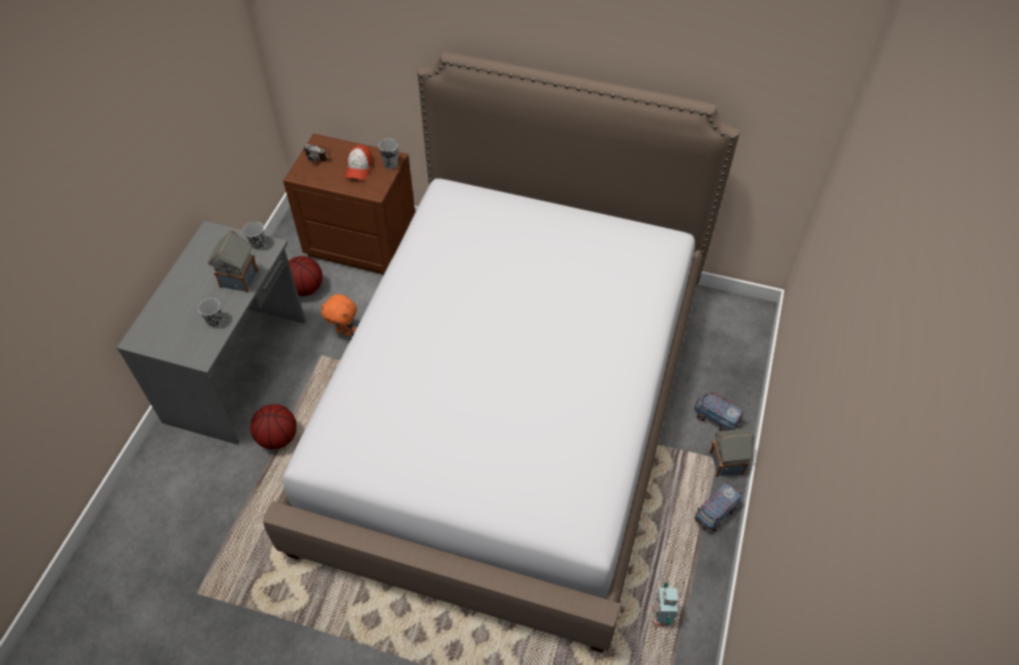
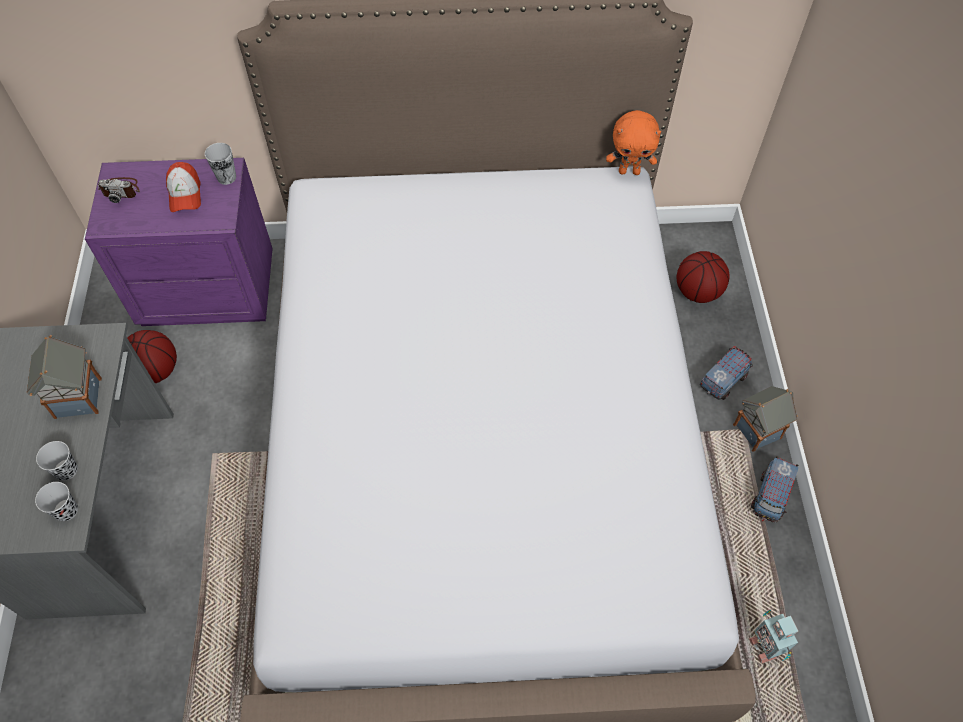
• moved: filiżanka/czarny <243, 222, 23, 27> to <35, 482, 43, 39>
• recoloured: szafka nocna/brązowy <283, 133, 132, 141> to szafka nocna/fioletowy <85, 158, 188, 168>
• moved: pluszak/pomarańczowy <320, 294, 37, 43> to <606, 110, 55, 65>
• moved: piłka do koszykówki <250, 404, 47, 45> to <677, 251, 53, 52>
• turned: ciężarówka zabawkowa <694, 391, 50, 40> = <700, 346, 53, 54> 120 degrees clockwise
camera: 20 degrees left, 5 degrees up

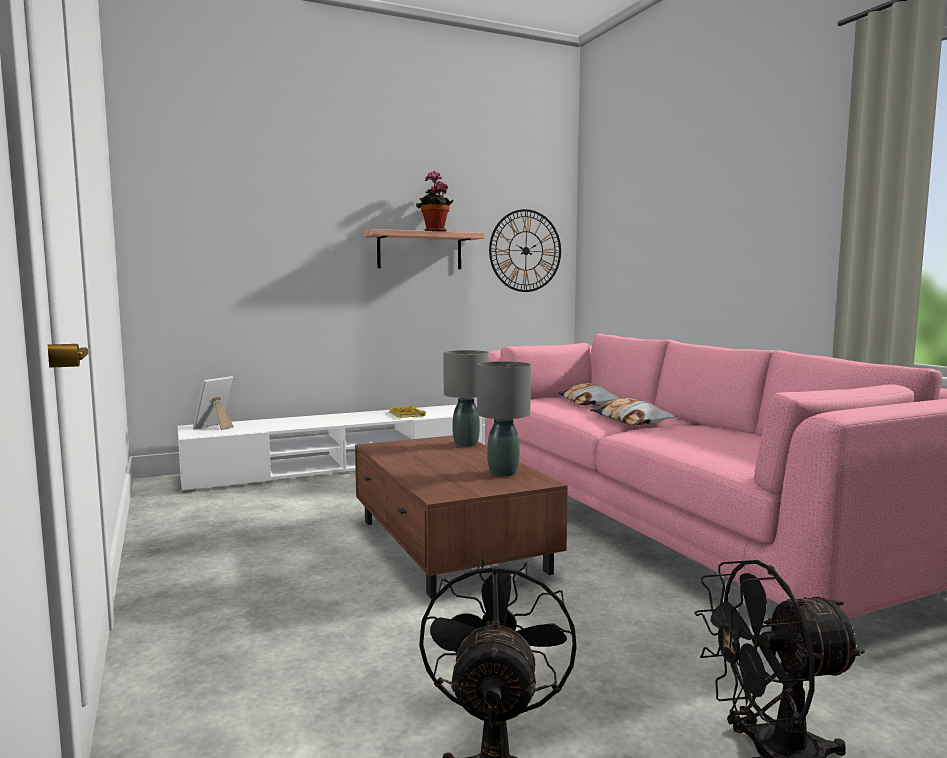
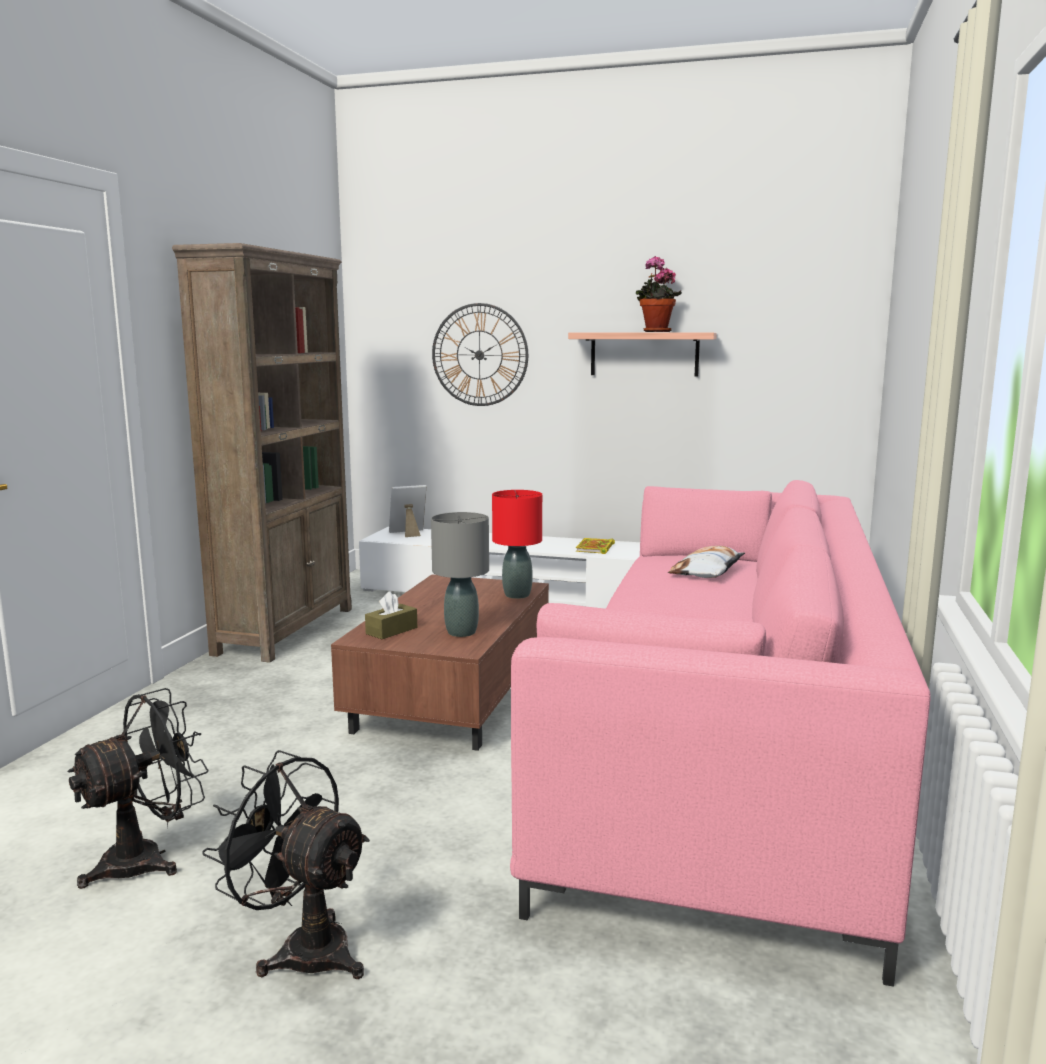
• added: regał/brązowy <172, 243, 180, 420>
• added: pudełko chusteczek/brązowy <365, 591, 52, 48>
• moved: zegar ścienny <489, 209, 72, 83> to <432, 303, 96, 103>
• recoloured: lampa stołowa/szary <443, 350, 46, 97> to lampa stołowa/czerwony <492, 490, 50, 109>
• removed: poduszka <590, 398, 85, 27>
camera: 40 degrees right, 5 degrees up

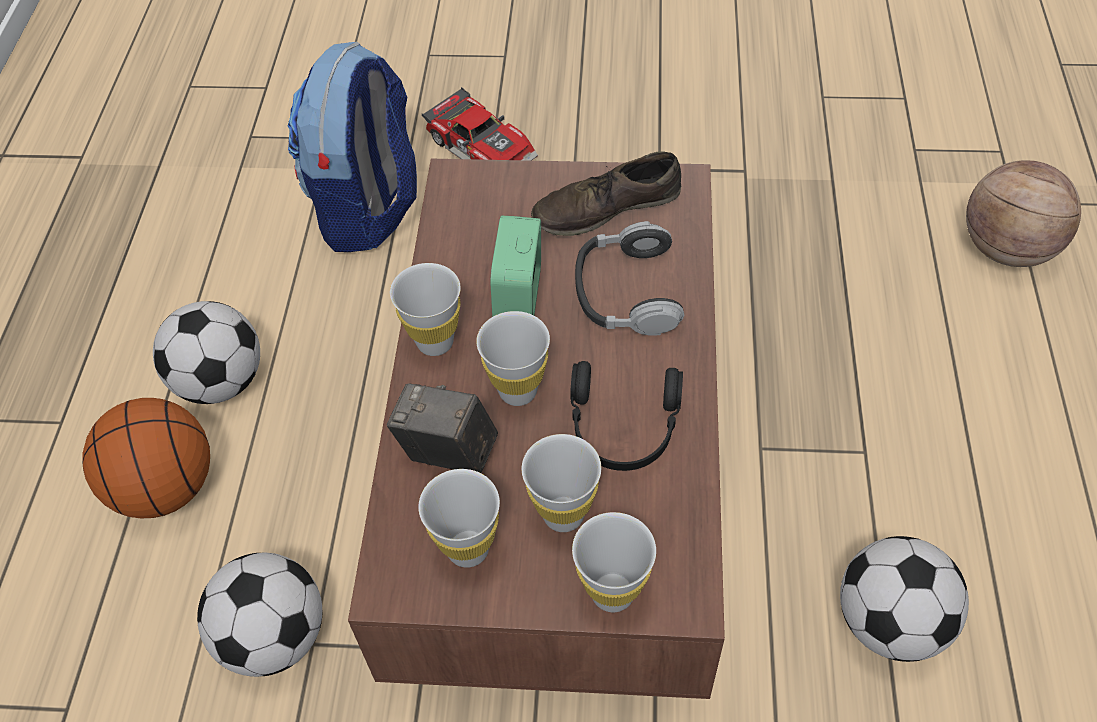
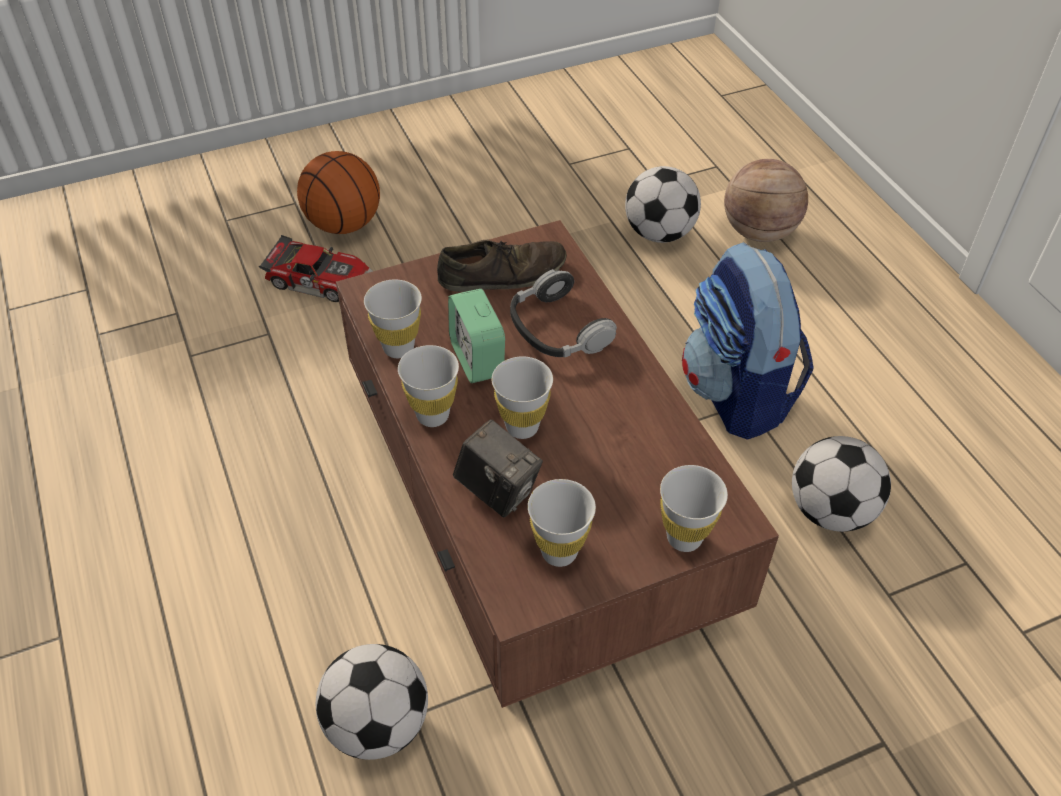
• moved: piłka do koszykówki <82, 398, 128, 120> to <297, 151, 83, 83>
• moved: filiżanka/biały <522, 434, 79, 98> to <364, 279, 58, 79>
• turned: but/brązowy <531, 151, 150, 85> = <437, 240, 130, 52> 150 degrees counterclockwise
• turned: aparat fotograficzny <387, 383, 111, 90> = <453, 420, 90, 97> 135 degrees counterclockwise
• moved: piłka futbolowa <153, 301, 107, 103> to <625, 166, 76, 77>
• moved: plecak <287, 41, 130, 211> to <682, 242, 131, 198>
• removed: słuchawki/czarny <570, 361, 113, 110>
camera: 30 degrees left, 5 degrees down

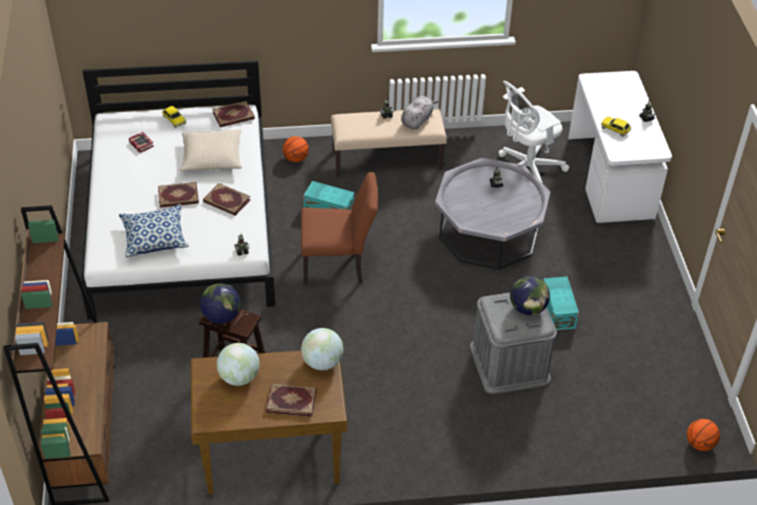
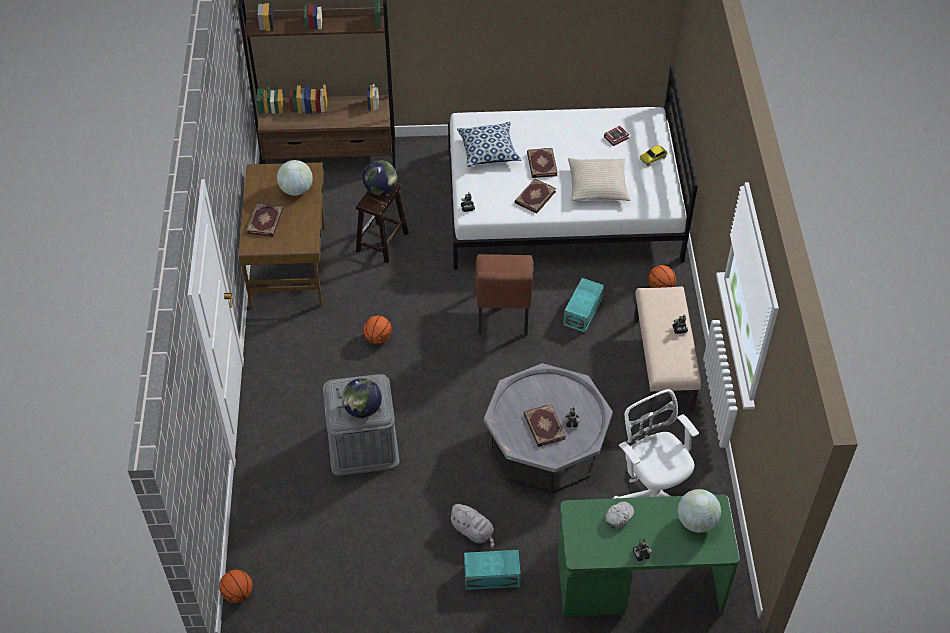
• added: piłka do koszykówki <363, 316, 29, 28>
• moved: pluszak/szary <401, 96, 38, 33> to <448, 504, 46, 45>
• moved: pojemnik do przechowywania/turkusowy <543, 276, 36, 54> to <464, 550, 57, 40>
• moved: książka <212, 101, 43, 26> to <524, 404, 42, 43>
• recoloured: biurko/biały <568, 71, 104, 153> to biurko/zielony <558, 495, 182, 122>
• replaced: samochodzik <601, 116, 30, 21> to czapka z daszkiem/biały <605, 502, 29, 27>
• moved: globus <301, 328, 43, 42> to <678, 489, 43, 44>
camera: 95 degrees right, 5 degrees up

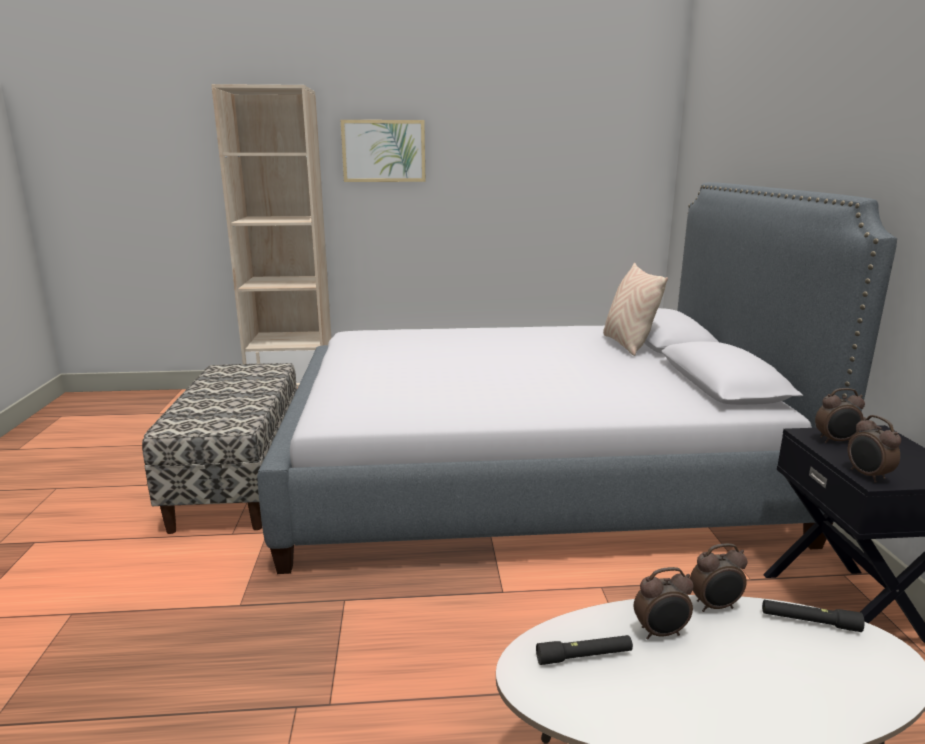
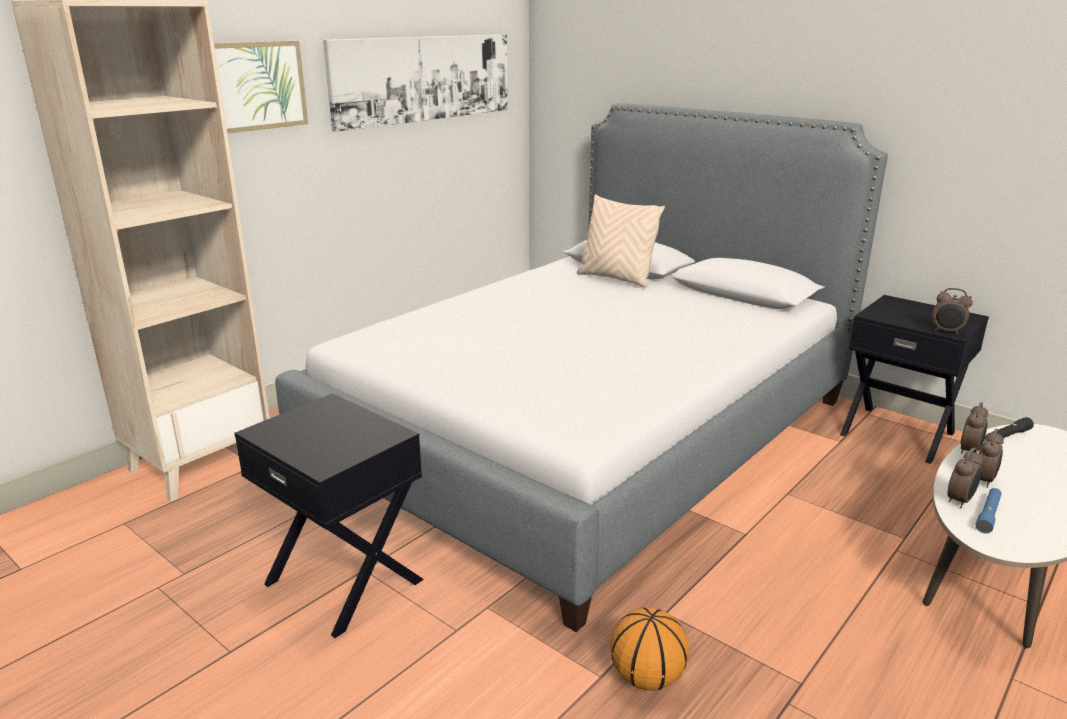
• replaced: ławka <142, 363, 155, 171> to szafka nocna/czarny <235, 393, 189, 245>
• added: obraz <323, 34, 185, 98>
• added: piłka do koszykówki <610, 607, 79, 83>
• moved: budzik <815, 388, 50, 55> to <947, 447, 36, 61>
• recoloured: latarka/czarny <536, 635, 97, 30> to latarka/niebieski <975, 488, 27, 46>
camera: 45 degrees left, 5 degrees up

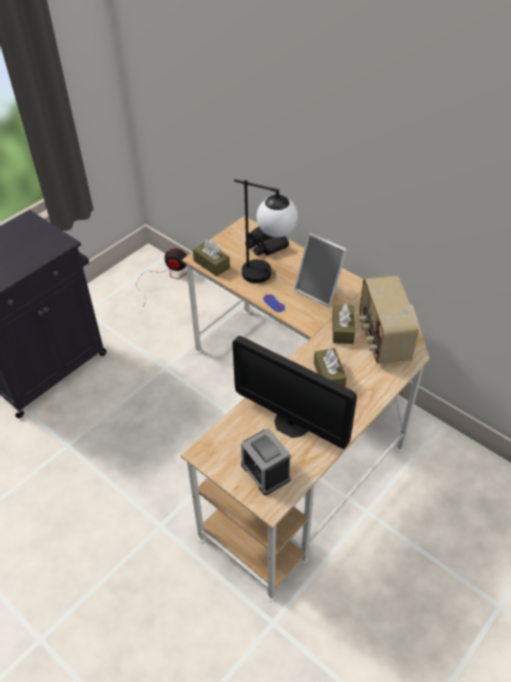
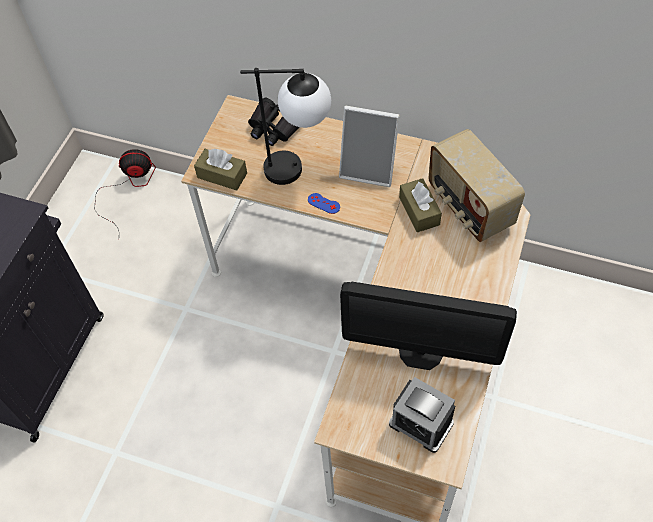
• removed: pudełko chusteczek/brązowy <314, 348, 33, 39>
camera: 20 degrees left, 10 degrees up

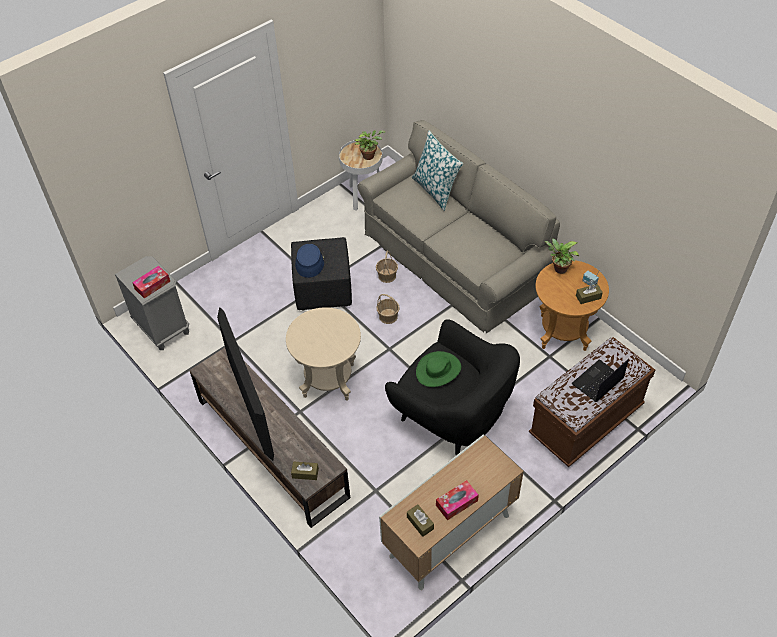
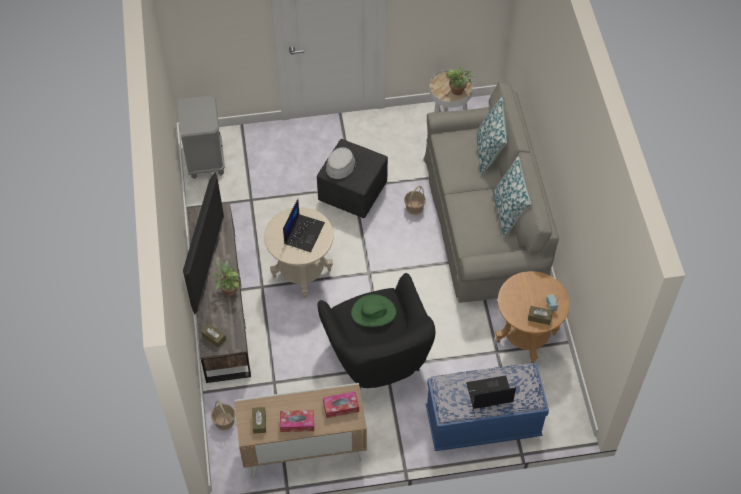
• moved: koszyk <377, 294, 23, 30> to <211, 400, 24, 30>
• moved: roślina doniczkowa <545, 238, 34, 36> to <213, 260, 27, 36>
• added: laptop <283, 199, 42, 53>
• moved: pudełko chusteczek <132, 266, 38, 32> to <323, 391, 36, 27>
• recoloured: kapelusz/niebieski <295, 243, 29, 35> to kapelusz/szary <326, 147, 34, 32>
• recoloured: ławka/brązowy <529, 337, 126, 130> to ławka/niebieski <426, 363, 123, 88>
• added: poduszka <492, 156, 39, 83>
camera: 30 degrees right, 5 degrees up

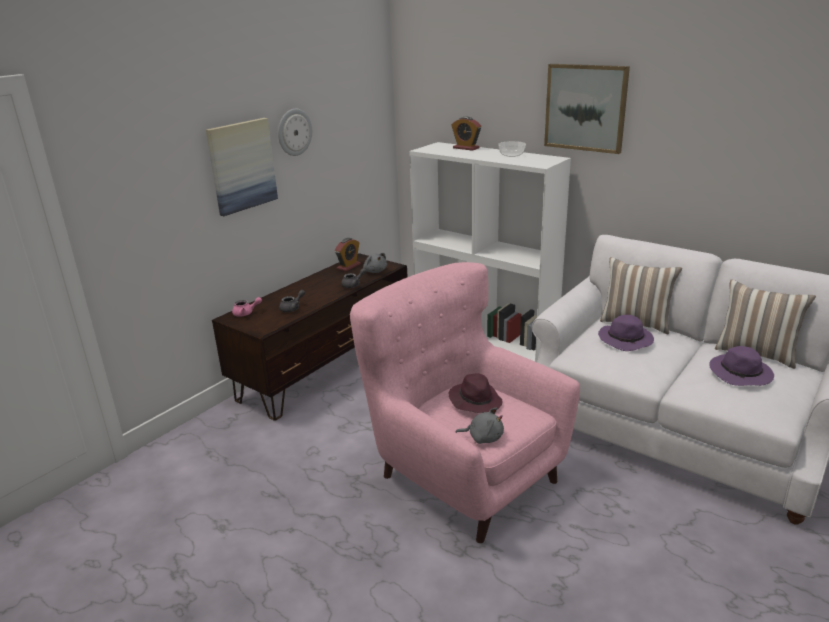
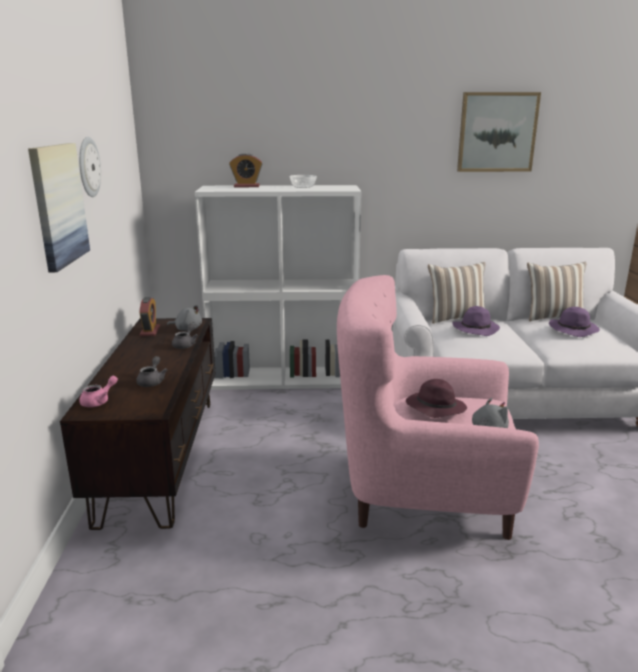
• moved: obraz <544, 64, 86, 90> to <457, 92, 84, 80>
camera: 40 degrees left, 5 degrees down

